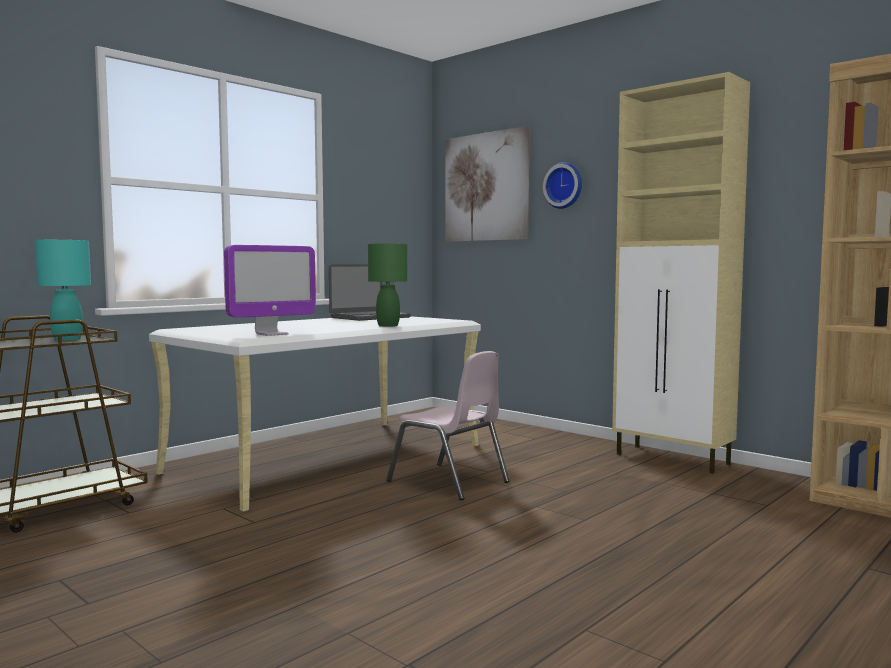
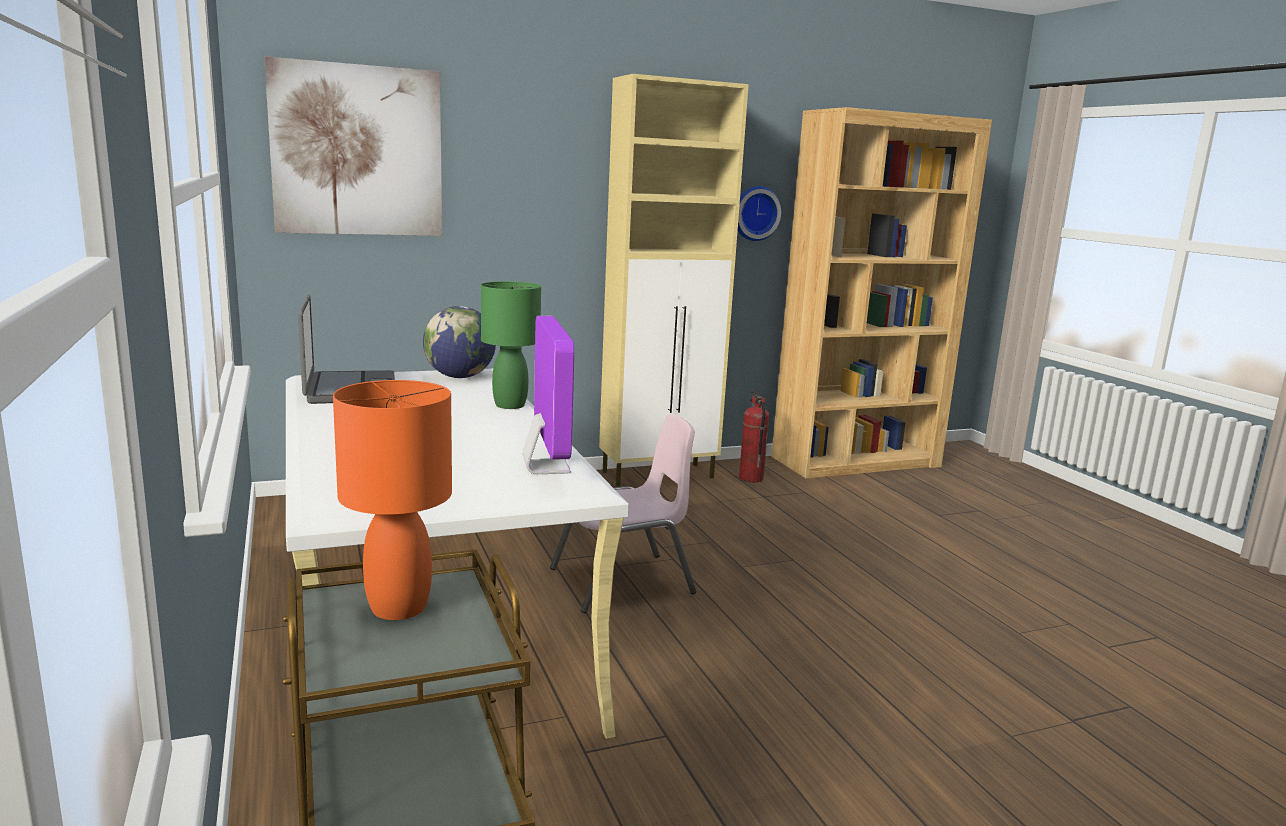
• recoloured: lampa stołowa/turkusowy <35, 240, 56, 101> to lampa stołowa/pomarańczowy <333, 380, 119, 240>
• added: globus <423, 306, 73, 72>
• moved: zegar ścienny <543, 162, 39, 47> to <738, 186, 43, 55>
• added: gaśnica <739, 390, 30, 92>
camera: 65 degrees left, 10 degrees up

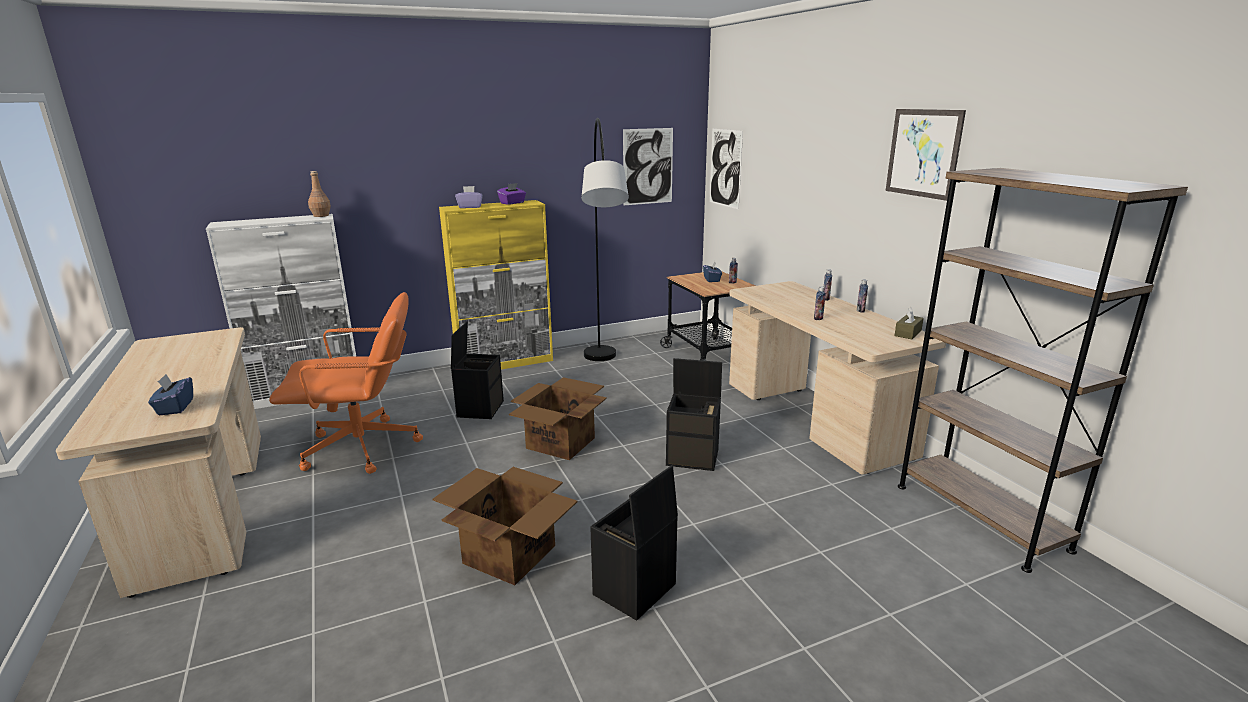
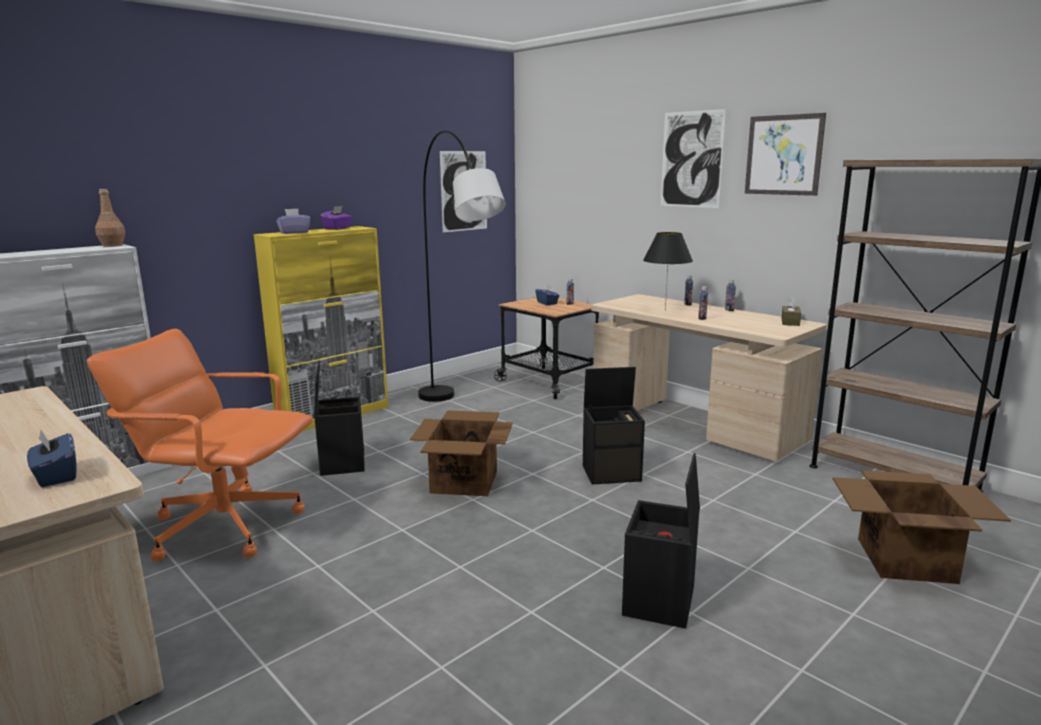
• turned: krzesło biurowe/pomarańczowy <269, 292, 154, 182> = <87, 329, 226, 233> 135 degrees counterclockwise
• added: lampa stołowa/czarny <643, 232, 50, 79>
• moved: obraz <710, 129, 33, 80> to <661, 109, 65, 99>
• moved: karton <432, 467, 146, 118> to <833, 470, 178, 114>
camera: 20 degrees left, 5 degrees down

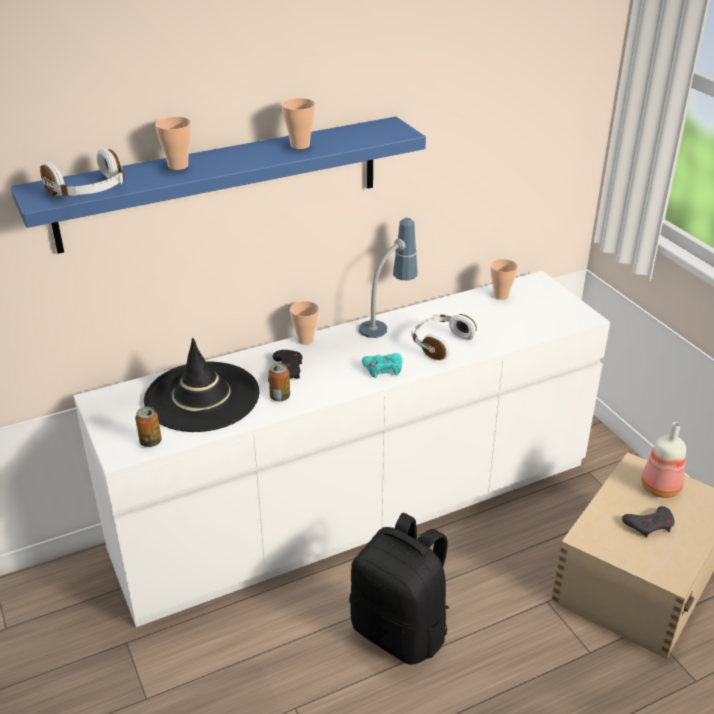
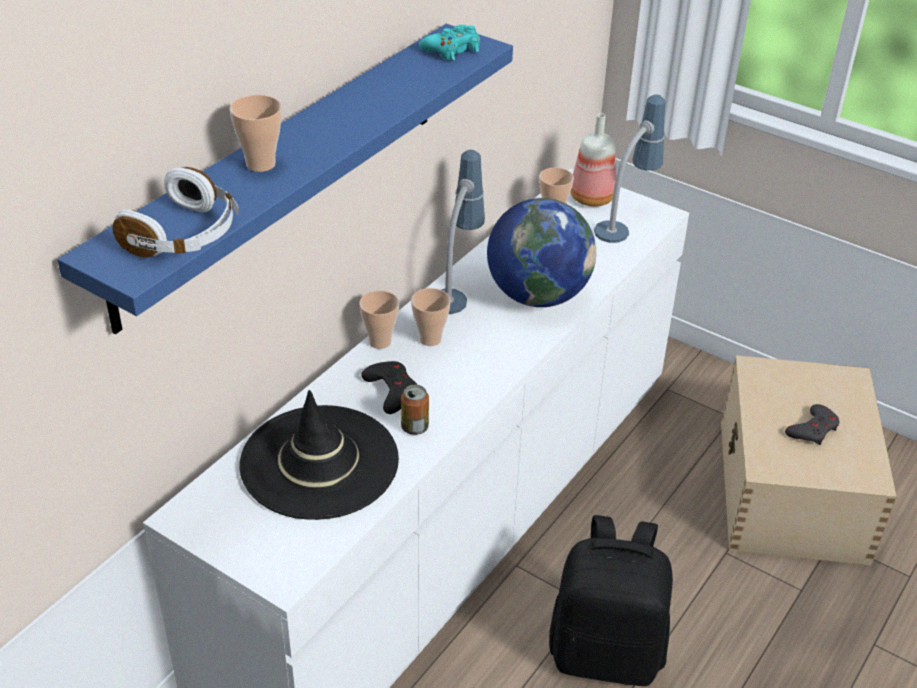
• moved: filiżanka <282, 98, 34, 51> to <411, 288, 40, 58>
• moved: pad do gier/turkusowy <362, 353, 40, 25> to <419, 25, 61, 36>
• replaced: słuchawki/biały <411, 314, 66, 46> to globus <487, 198, 109, 109>
• moved: butelka <641, 422, 45, 76> to <570, 113, 46, 94>
• added: lampa stołowa <594, 94, 72, 149>
• removed: puszka <135, 407, 27, 40>
camera: 30 degrees left, 5 degrees up

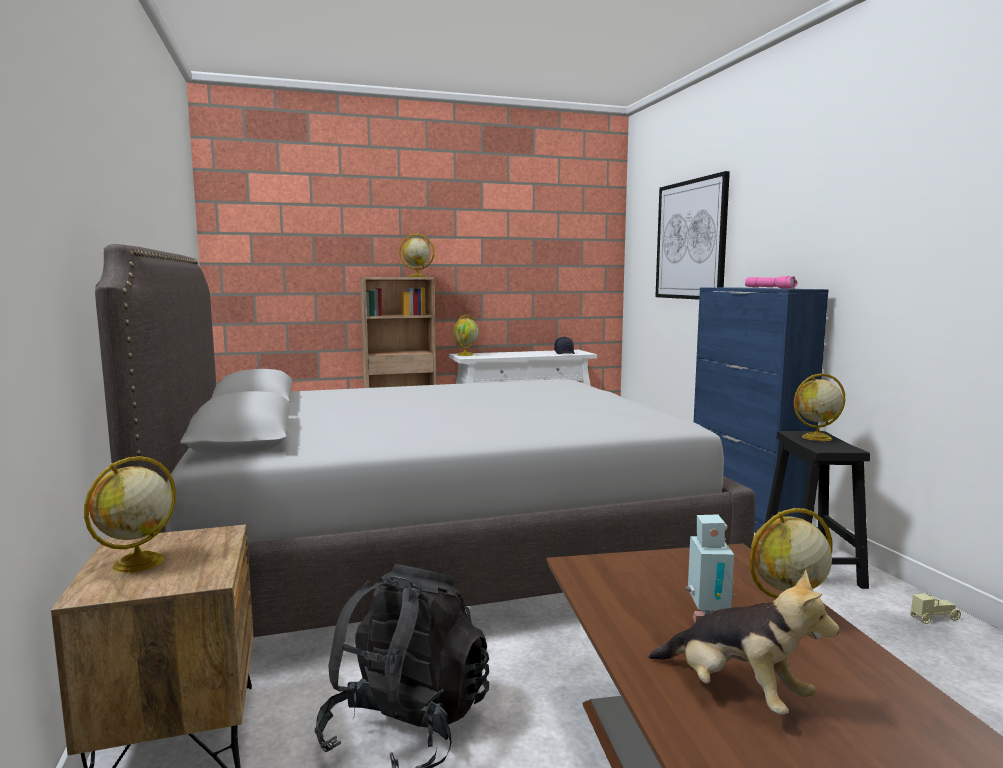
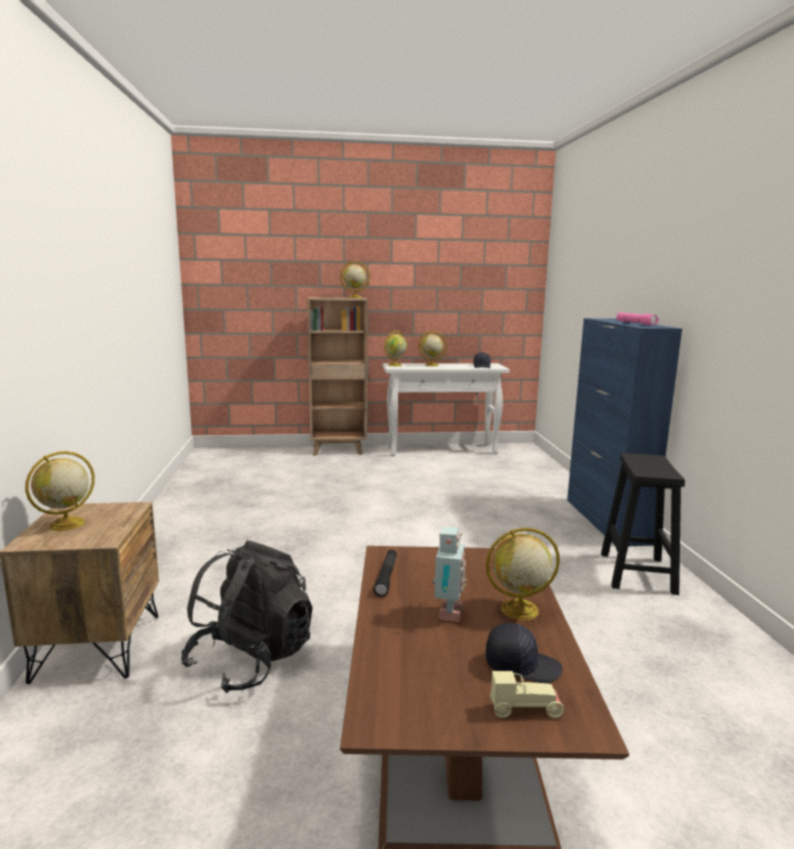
• added: latarka/czarny <373, 550, 24, 47>
• moved: globus <794, 373, 51, 68> to <418, 331, 29, 35>
• added: czapka z daszkiem/czarny <486, 623, 77, 60>
• moved: samochodzik/beżowy <910, 593, 51, 31> to <490, 671, 74, 47>
• removed: łóżko/szary <95, 244, 660, 393>
• removed: pluszak <648, 569, 191, 145>
• removed: obraz <655, 171, 75, 129>
camera: 10 degrees right, 5 degrees up

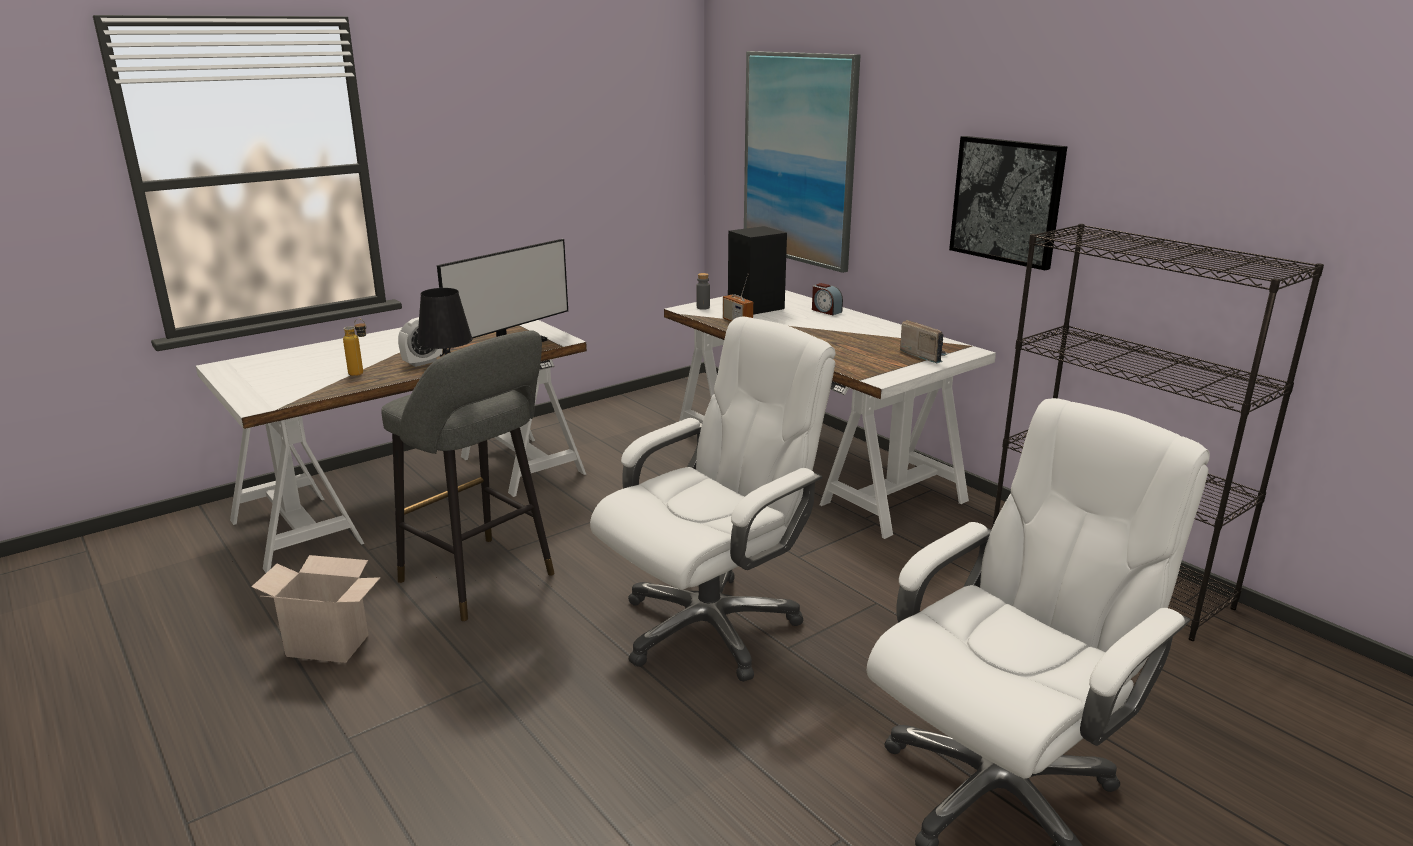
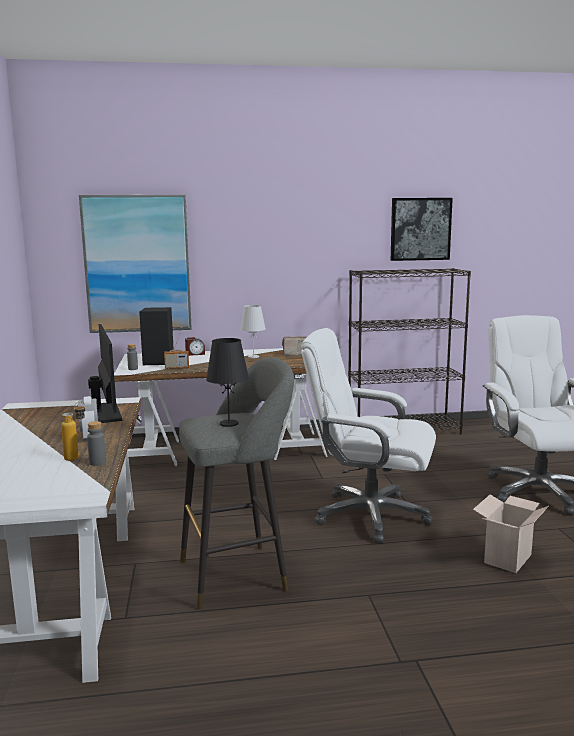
• added: butelka/szary <87, 421, 19, 45>
• added: lampa stołowa/biały <240, 305, 26, 53>
• turned: krzesło biurowe/biały <590, 316, 246, 366> = <301, 328, 135, 215> 60 degrees counterclockwise
• moved: obraz <949, 136, 119, 134> to <391, 198, 62, 63>
• moved: karton <252, 555, 129, 108> to <473, 495, 76, 78>
camera: 60 degrees left, 10 degrees down

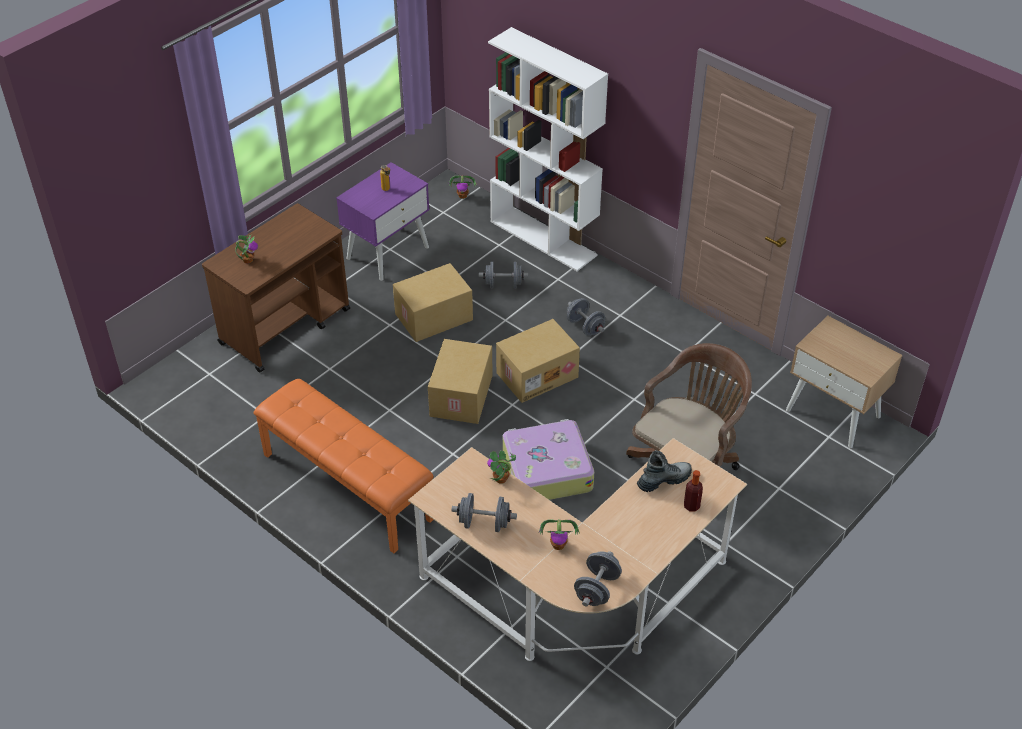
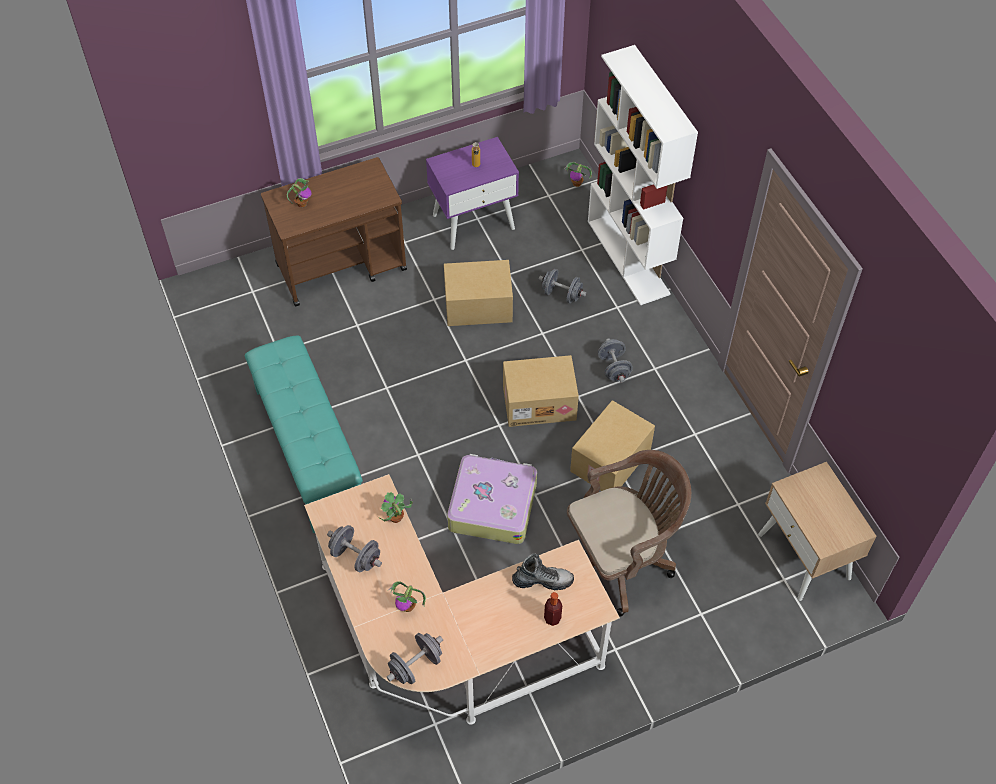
• recoloured: ławka/pomarańczowy <253, 379, 181, 174> to ławka/turkusowy <245, 335, 118, 198>
• moved: karton <428, 339, 65, 85> to <570, 400, 85, 91>
camera: 25 degrees right, 10 degrees up

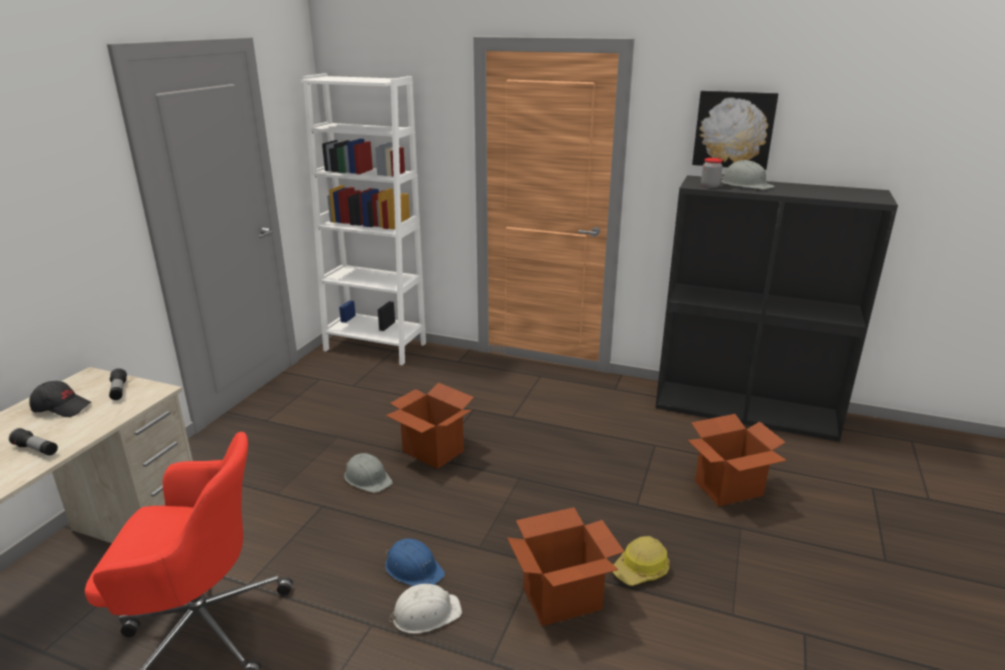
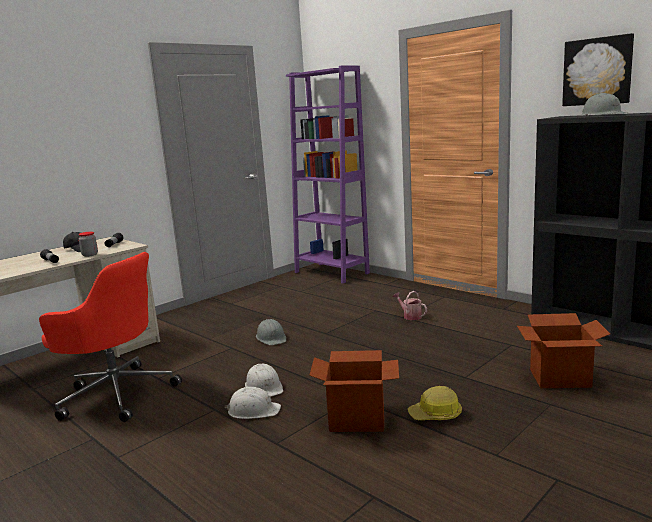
• moved: słoik <701, 158, 22, 30> to <78, 232, 20, 25>
• recoloured: kask/niebieski <385, 538, 60, 48> to kask/biały <245, 363, 38, 34>
• recoloured: regał/biały <300, 73, 126, 292> to regał/fioletowy <286, 66, 84, 217>
• added: konewka <393, 291, 34, 29>
• removed: karton <386, 383, 88, 86>
camera: 25 degrees right, 10 degrees down

